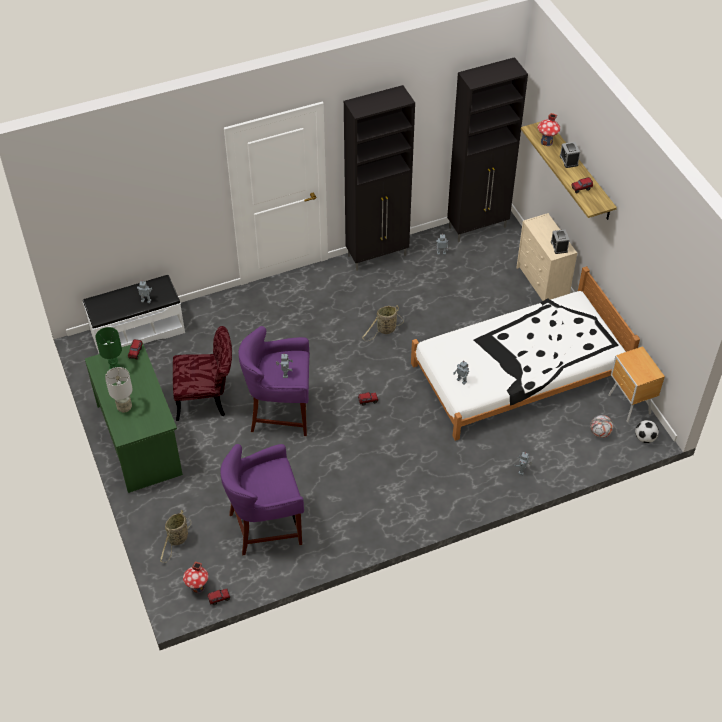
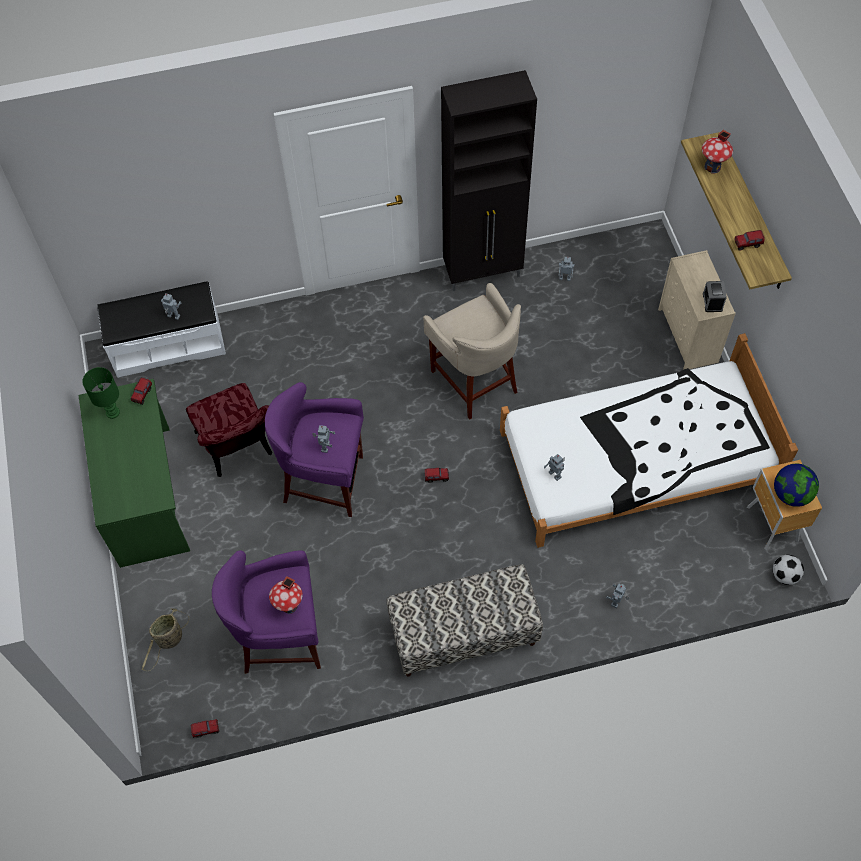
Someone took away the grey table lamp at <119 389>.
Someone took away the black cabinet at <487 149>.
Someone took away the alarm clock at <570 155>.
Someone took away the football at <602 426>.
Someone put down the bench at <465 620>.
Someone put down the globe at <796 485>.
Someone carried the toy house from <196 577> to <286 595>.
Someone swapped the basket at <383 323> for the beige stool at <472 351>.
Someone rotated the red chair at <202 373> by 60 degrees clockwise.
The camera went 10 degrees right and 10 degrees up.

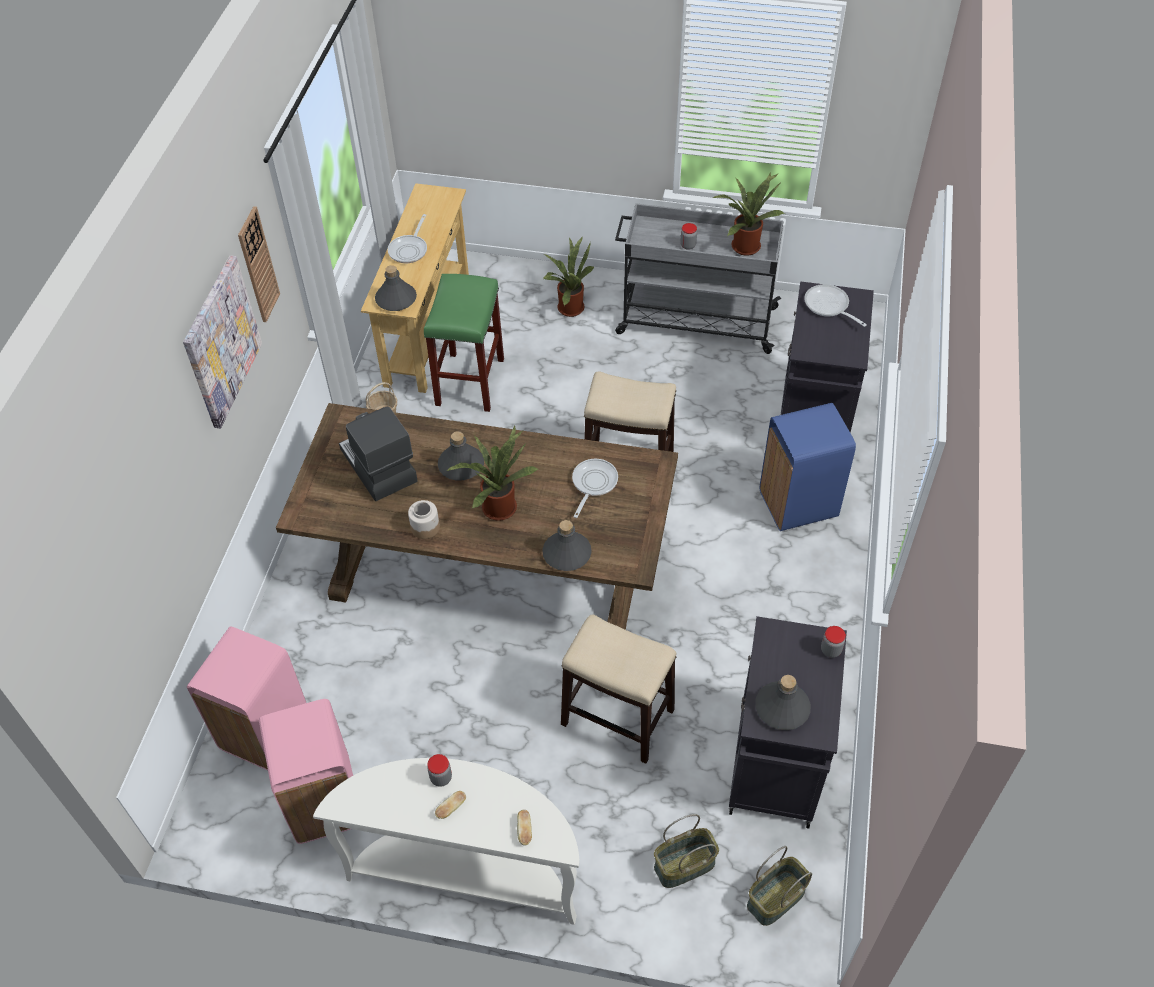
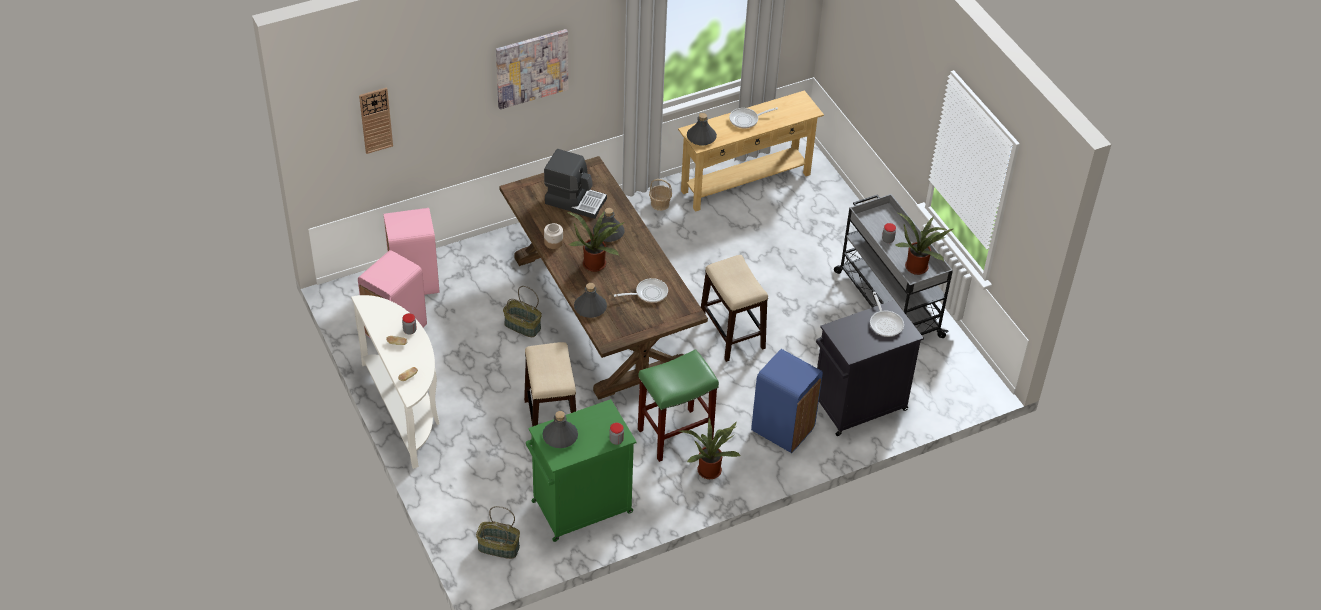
Someone carried the wall clock from <259 264> to <376 120>.
Someone carried the green stool from <464 343> to <678 405>.
Someone carried the potted plant from <568 276> to <710 448>.
Someone carried the basket from <686 851> to <522 311>.
Someone repainted the black cabinet at <787 722>, which became the green cabinet at <581 470>.
Someone rotated the coffee machine at <378 454> by 90 degrees clockwise.
Someone rotated the frying pan at <835 305> by 150 degrees clockwise.
The camera went 50 degrees right and 5 degrees down.

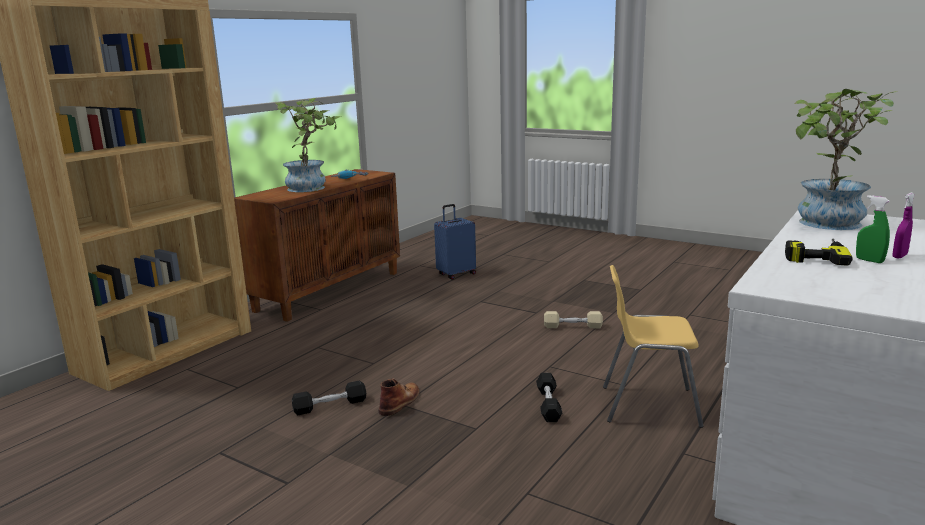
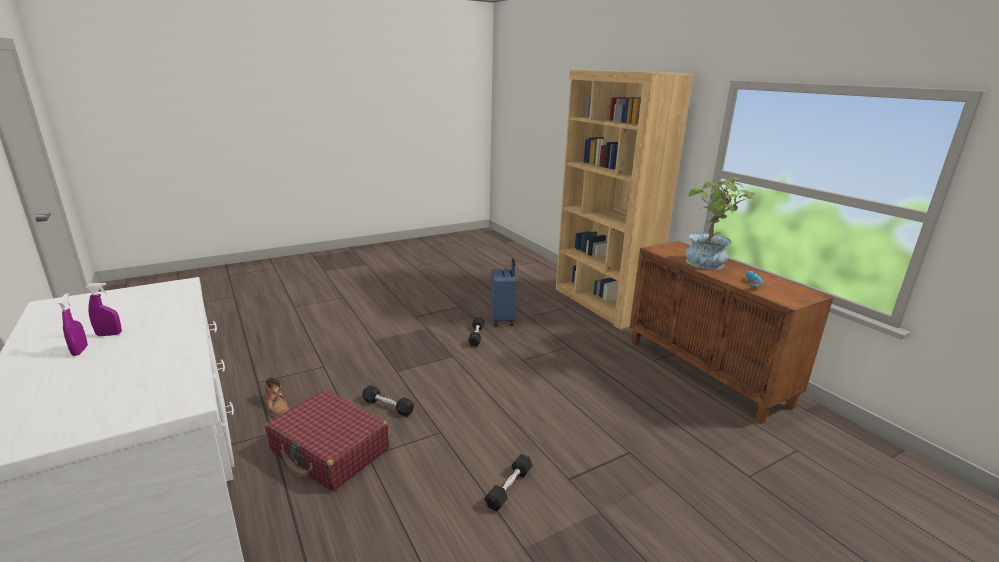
Someone took away the power drill at <819 252>.
Someone took away the potted plant at <846 159>.
Someone carried the brown boot from <399 397> to <278 397>.
Someone carried the blue suitcase from <455 242> to <503 292>.
Someone swapped the yellow chair at <653 346> for the red suitcase at <327 440>.
Someone repainted the beige dumbbell at <573 319>, which became the black dumbbell at <508 483>.
Someone repainted the green spray bottle at <873 229>, which became the purple spray bottle at <104 309>.
The camera went 115 degrees right and 5 degrees up.

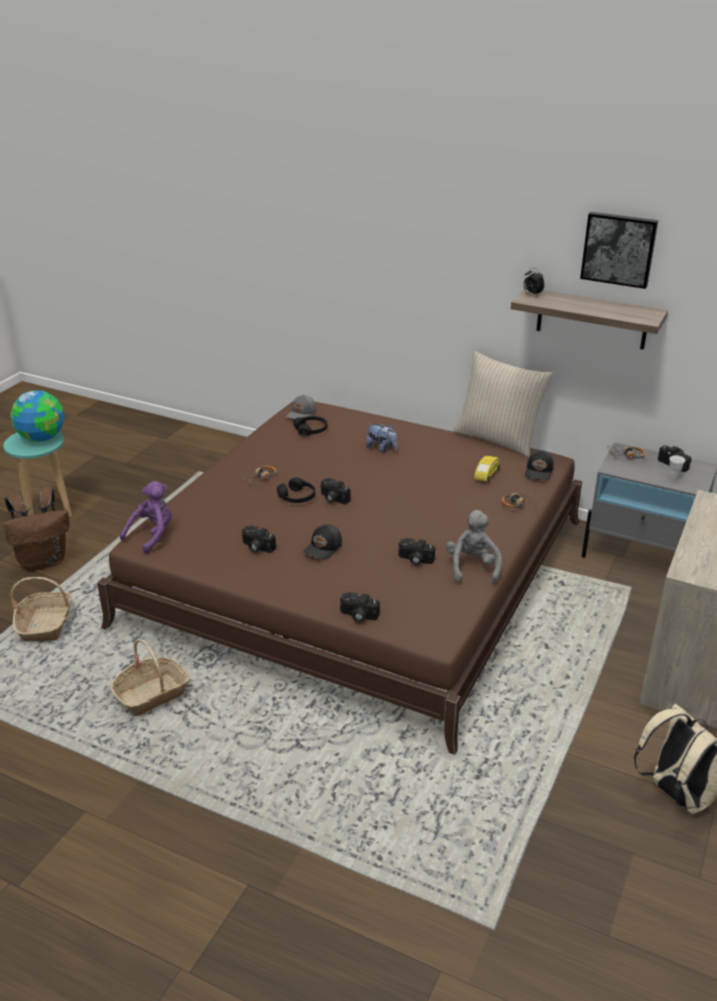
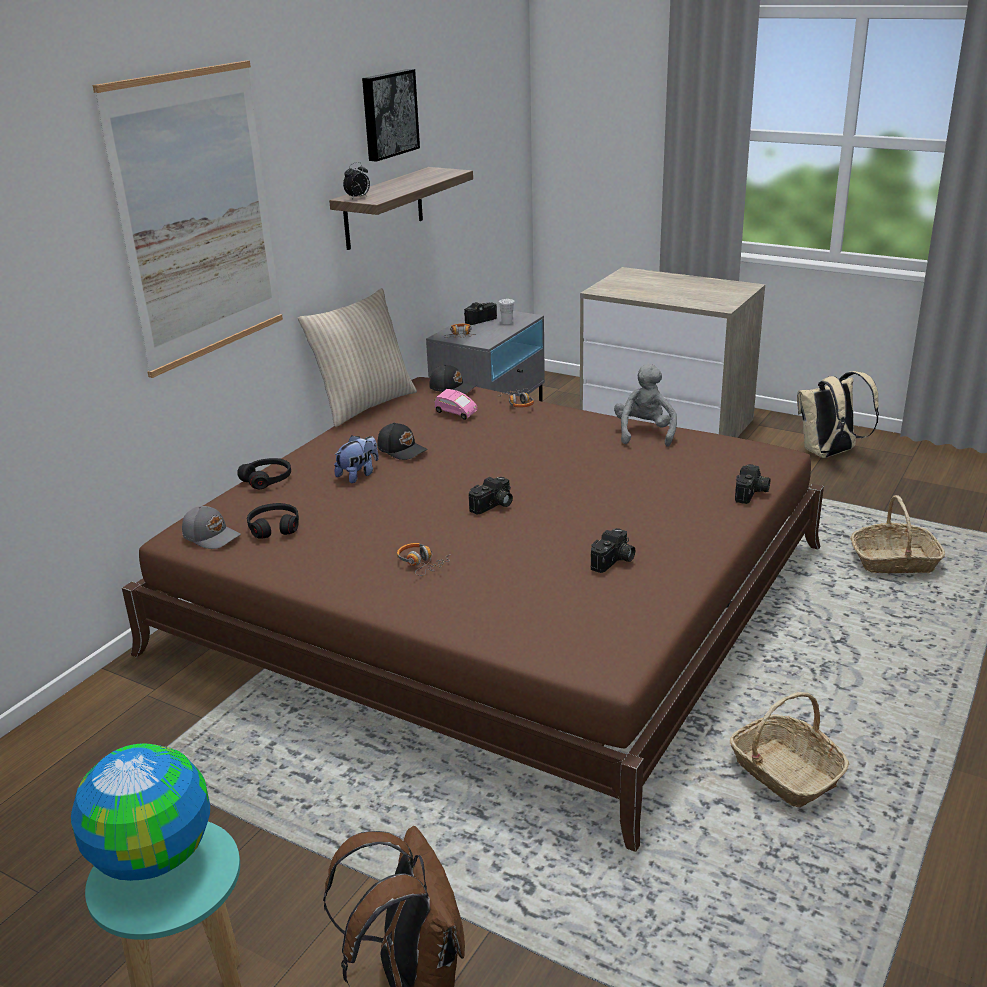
Someone took away the purple plush toy at <146 517>.
Someone took away the photo camera at <416 552>.
Someone put up the picture at <188 219>.
Someone carried the basket from <41 609> to <897 534>.
Someone carried the black headphones from <296 490> to <264 473>.
Someone carried the black cap from <322 542> to <402 441>.
Someone repainted the yellow toy car at <487 468>, which became the pink toy car at <456 404>.
Someone rotated the grey plush toy at <474 547> by 90 degrees clockwise.
The camera went 85 degrees left and 5 degrees down.

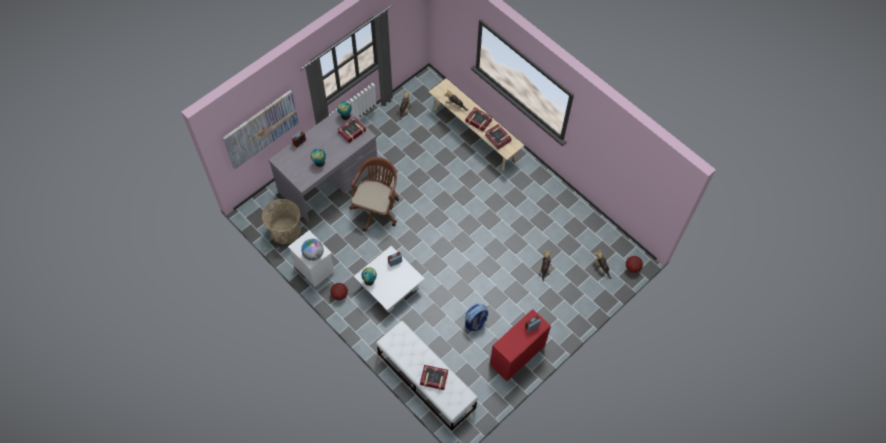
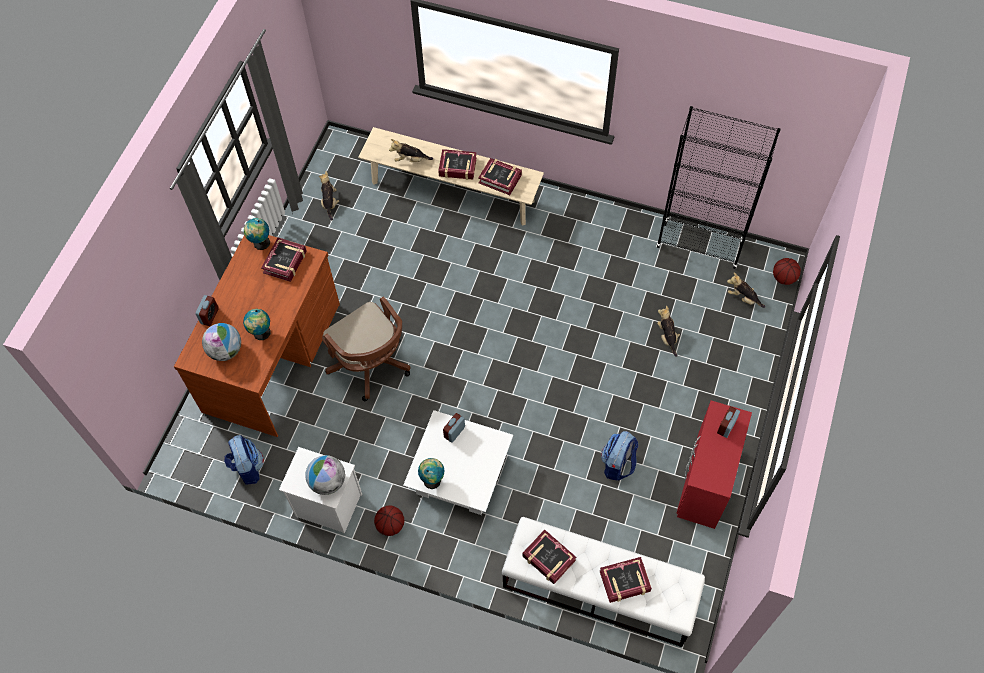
Someone took away the picture at <261 129>.
Someone put down the globe at <221 342>.
Someone put down the book at <549 557>.
Someone put down the black bookcase at <718 187>.
Someone swapped the basket at <281 222> for the backpack at <244 460>.
Someone repainted the grey desk at <323 166>, which became the brown desk at <257 336>.
Someone rotated the brown office chair at <374 194> by 150 degrees clockwise.
The camera went 25 degrees left and 0 degrees up.

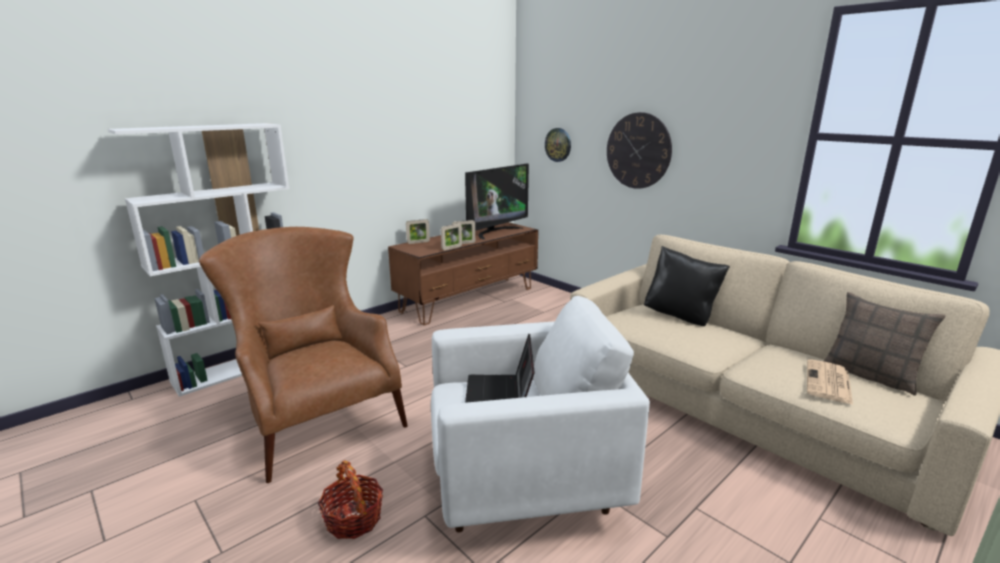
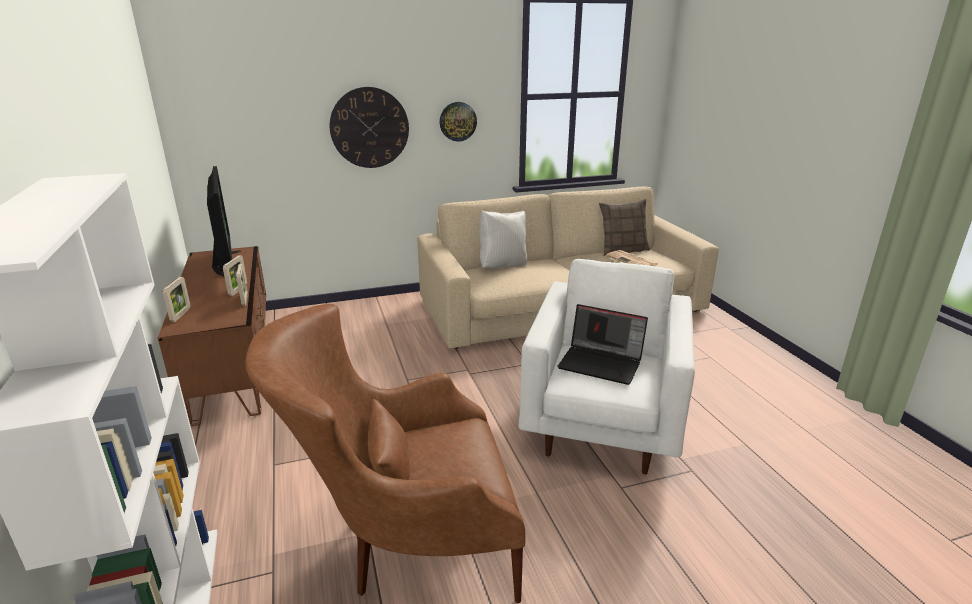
Someone took away the basket at <350 500>.
Someone carried the wall clock from <558 145> to <458 122>.
Someone repainted the black pillow at <687 286>, which became the white pillow at <503 239>.
The camera went 65 degrees left and 5 degrees up.

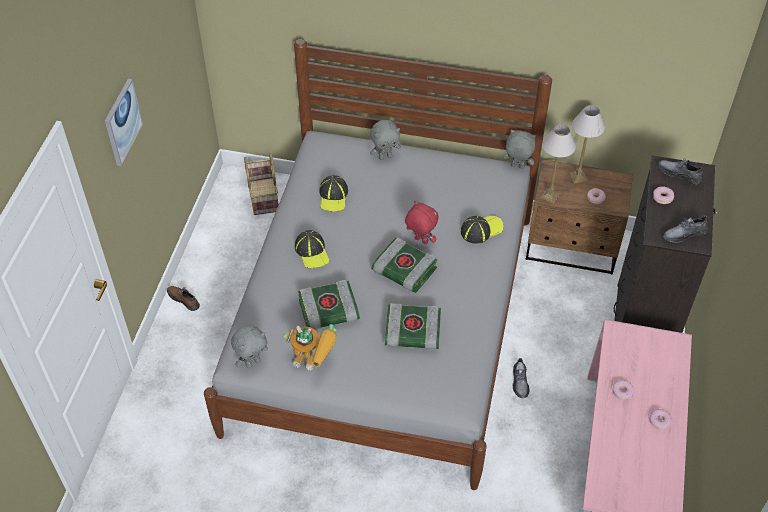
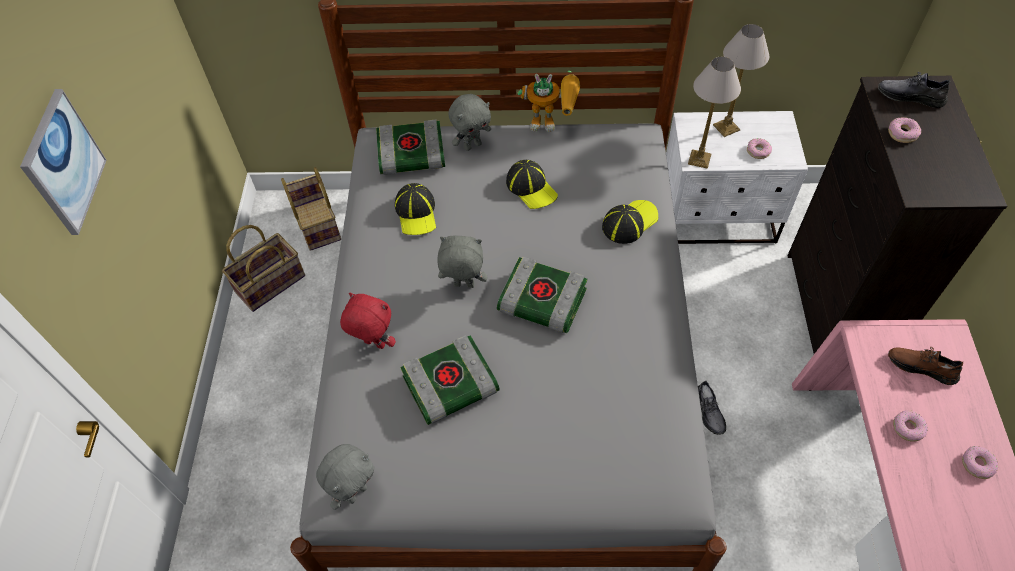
Someone took away the grey shoe at <685 229>.
Someone put down the basket at <263 268>.
Someone carried the brown shoe from <183 298> to <925 366>.
Someone carried the toy robot from <310 347> to <548 101>.
Someone carried the cap from <312 249> to <532 184>.
Someone carried the book from <413 326> to <410 147>.
Someone carried the red plush toy from <421 222> to <368 321>.
Someone carried the grey plush toy from <519 149> to <462 262>.
Someone repainted the brown nightstand at <579 217>, which became the white nightstand at <737 177>.
The camera went 10 degrees left and 5 degrees up.

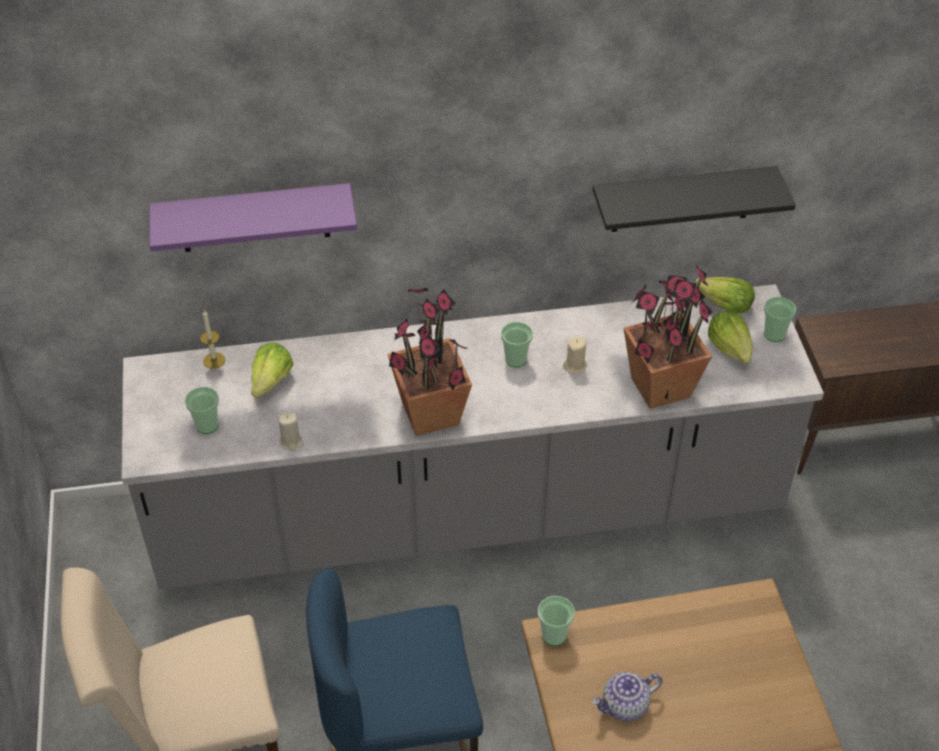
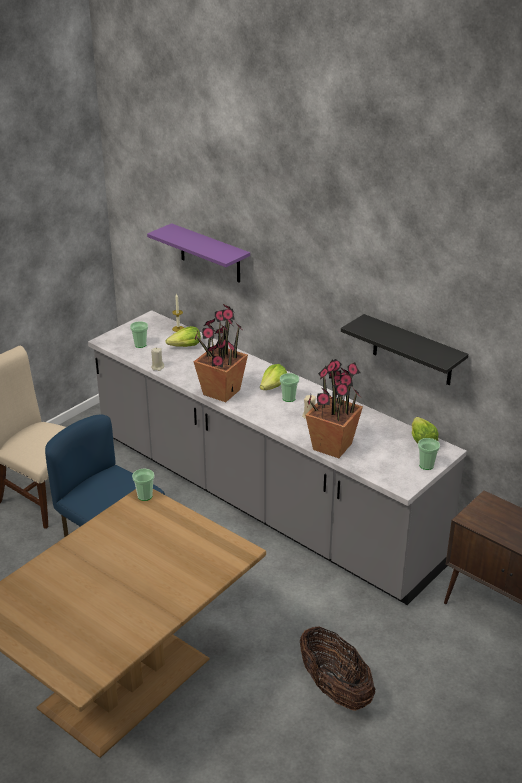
Someone took away the teapot at <627 696>.
Someone put down the basket at <338 668>.
Someone carried the lettuce from <730 337> to <273 377>.
The camera went 50 degrees right and 15 degrees down.

